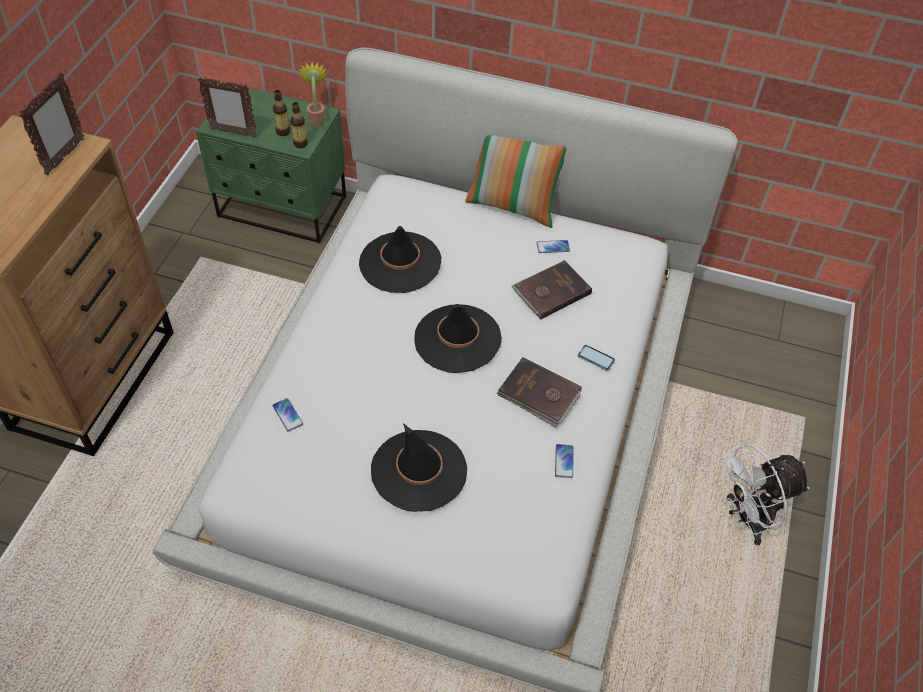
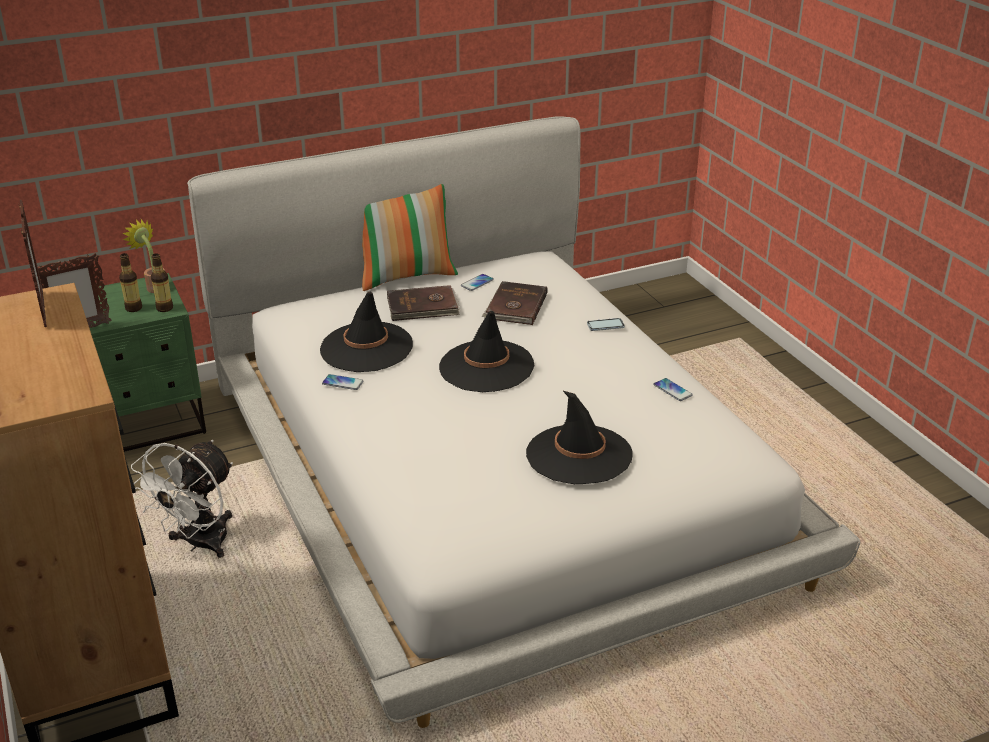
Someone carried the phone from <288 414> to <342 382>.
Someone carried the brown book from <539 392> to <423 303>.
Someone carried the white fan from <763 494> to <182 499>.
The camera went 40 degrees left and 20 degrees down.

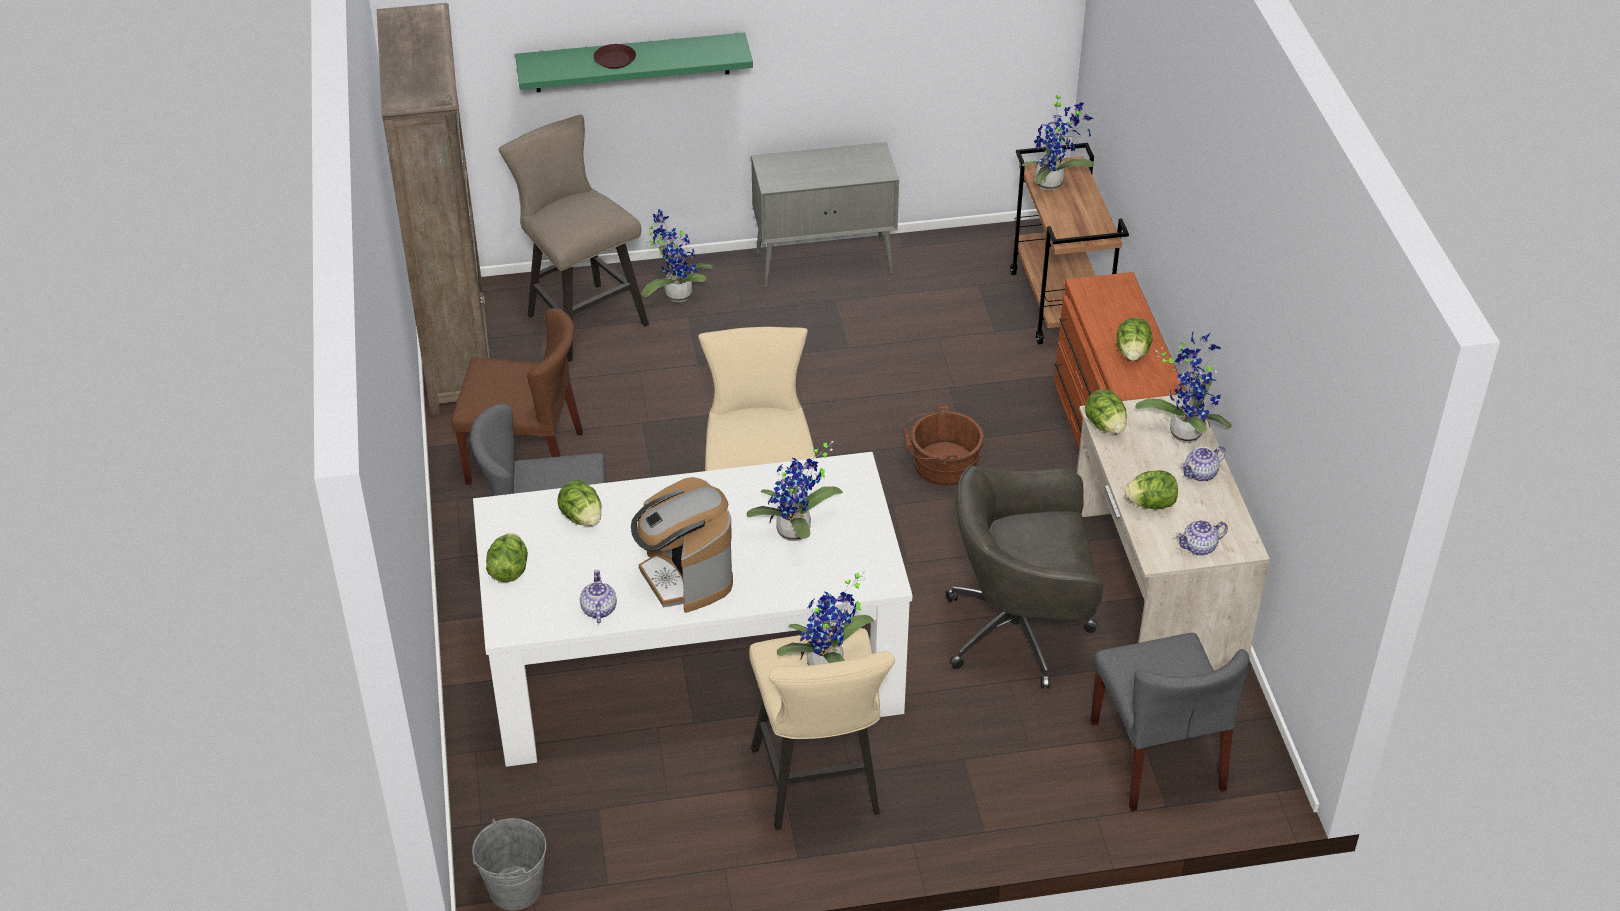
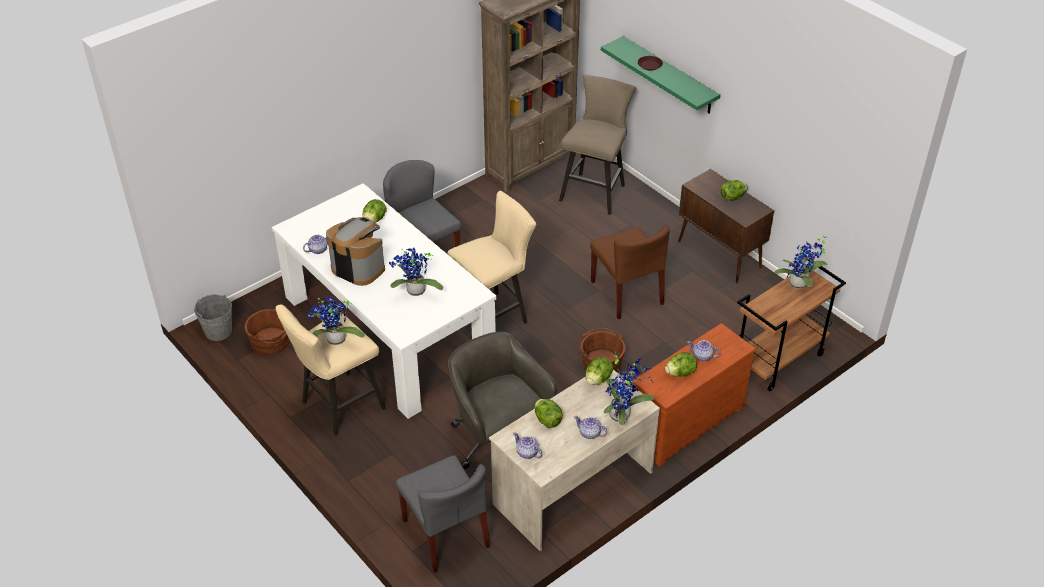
Someone took away the potted plant at <677 255>.
Someone put down the brown bucket at <266 332>.
Someone put down the teapot at <704 350>.
Someone carried the brown chair from <517 396> to <630 272>.
Someone carried the lettuce from <507 557> to <734 190>.
Someone repainted the grey cabinet at <825 215>, which became the brown cabinet at <726 226>.
Someone rotated the coffee machine at <682 545> by 90 degrees clockwise.
Someone rotated the grey chair at <1170 722> by 75 degrees counterclockwise.
The camera went 60 degrees right and 0 degrees up.

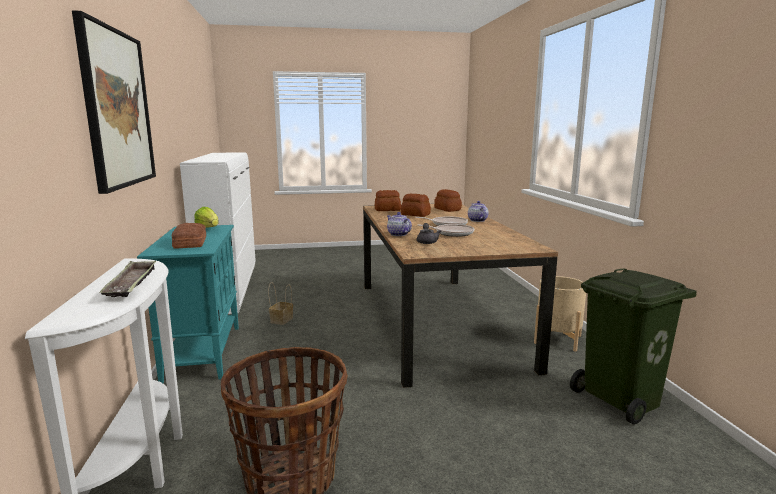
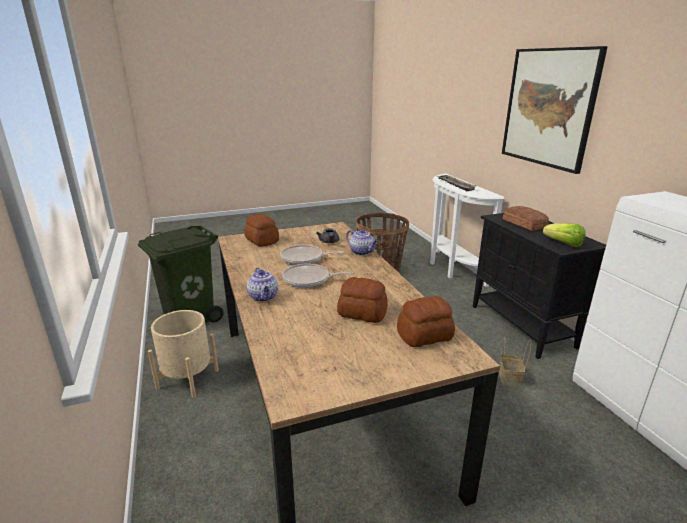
Someone carried the bread from <448 200> to <261 230>.
Someone repainted the turquoise cabinet at <188 304>, which became the black cabinet at <539 286>.
The camera went 170 degrees right and 10 degrees up.

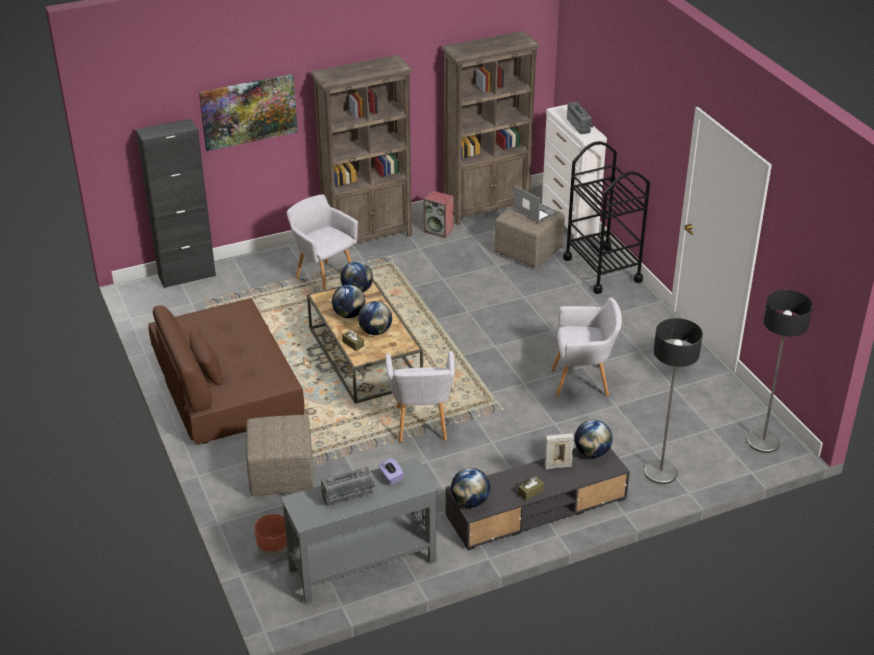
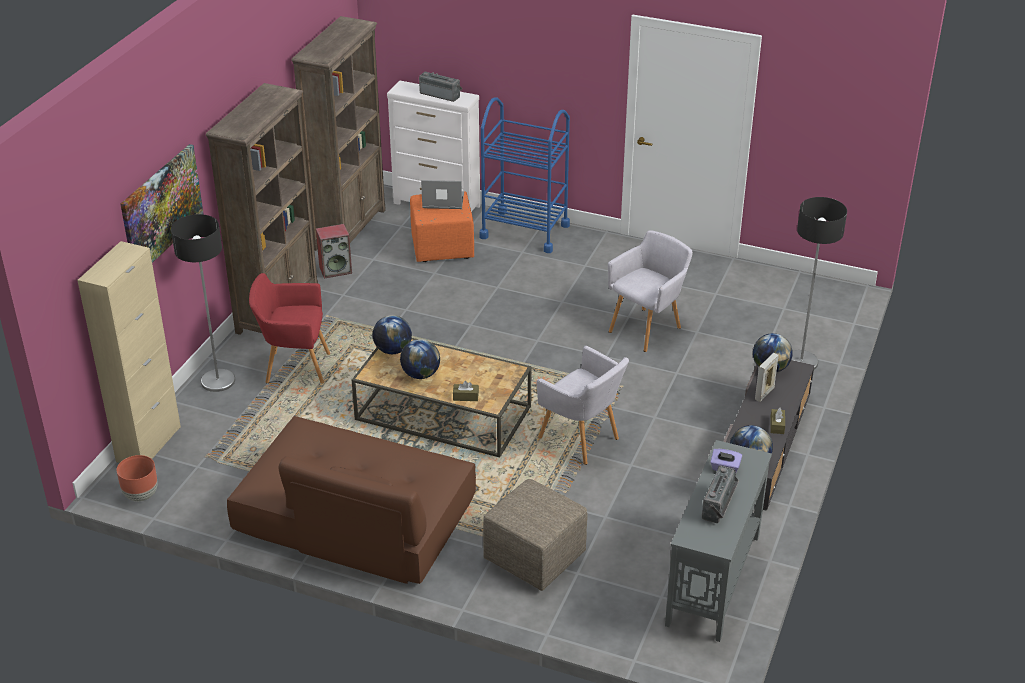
Someone took away the globe at <375 318>.
Someone carried the brown planter from <270 536> to <137 478>.
Someone carried the floor lamp from <780 371> to <203 303>.
Someone repainted the black cabinet at <176 203>, which became the beige cabinet at <129 352>.
Someone repainted the grey armchair at <322 242>, which became the red armchair at <289 328>.
Someone repainted the beige ottoman at <529 236>, which became the orange ottoman at <442 226>.
Someone repainted the black cart at <606 217>, which became the blue cart at <524 175>.
The camera went 45 degrees left and 0 degrees up.

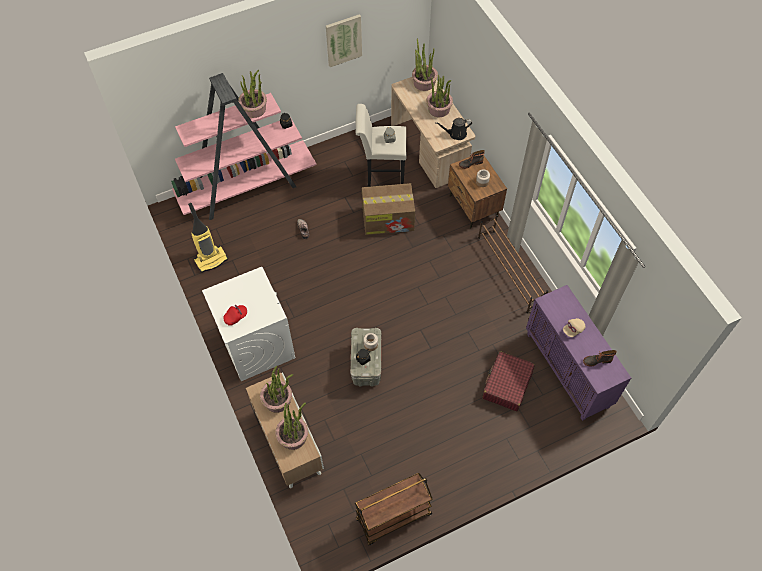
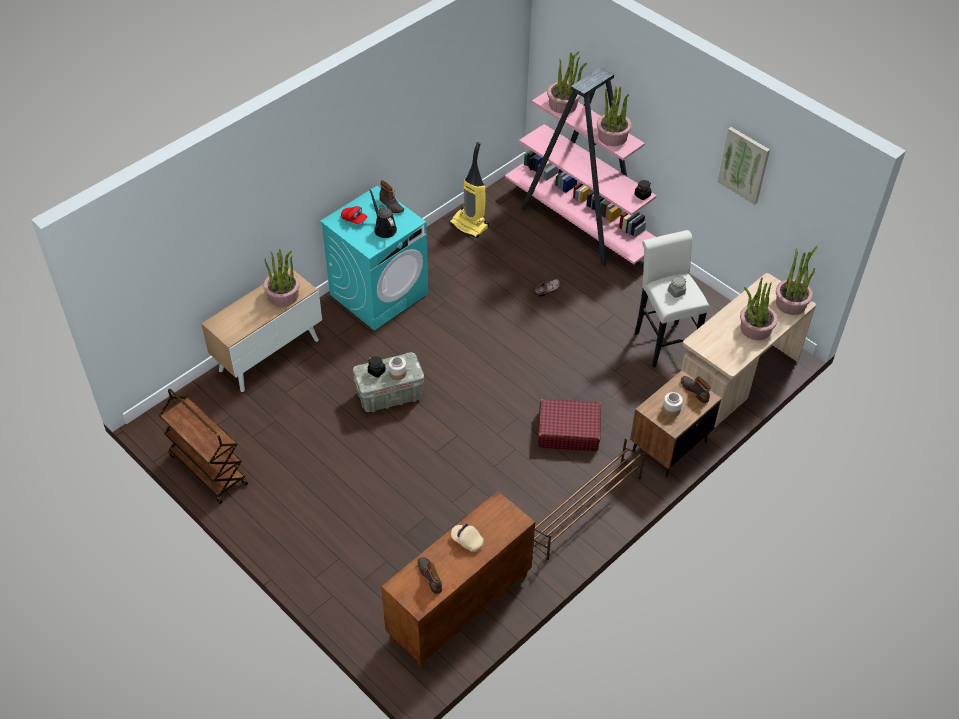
Someone took away the cardboard box at <388 209>.
Someone put down the boot at <391 196>.
Someone carried the potted plant from <291 426> to <567 82>.
Someone carried the black watering can from <453 129> to <383 213>.
Someone carried the red suitcase from <508 381> to <569 425>.
Someone repainted the white washing machine at <249 324>, which became the turquoise washing machine at <374 258>.
Someone repainted the purple cabinet at <578 353>, which became the brown cabinet at <458 580>.
The camera went 70 degrees right and 10 degrees down.

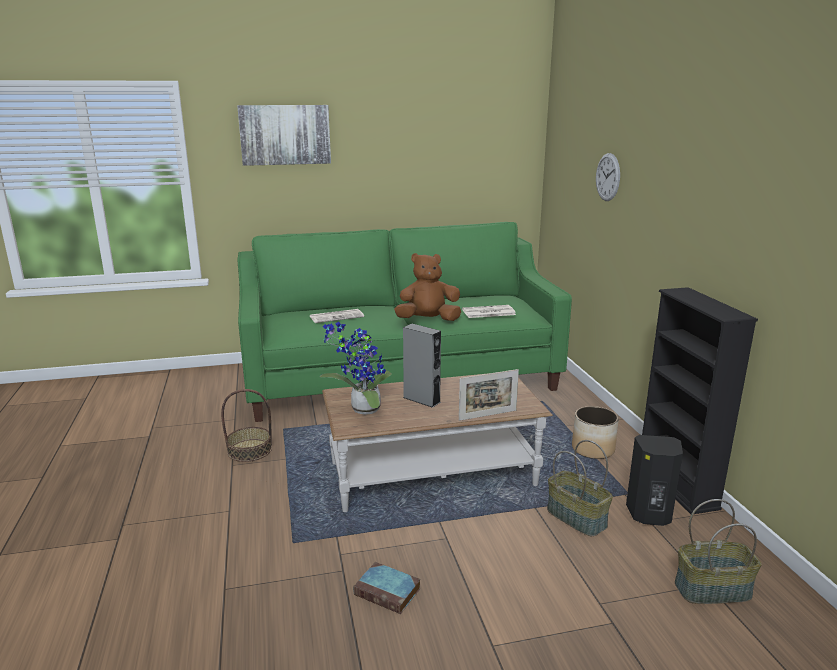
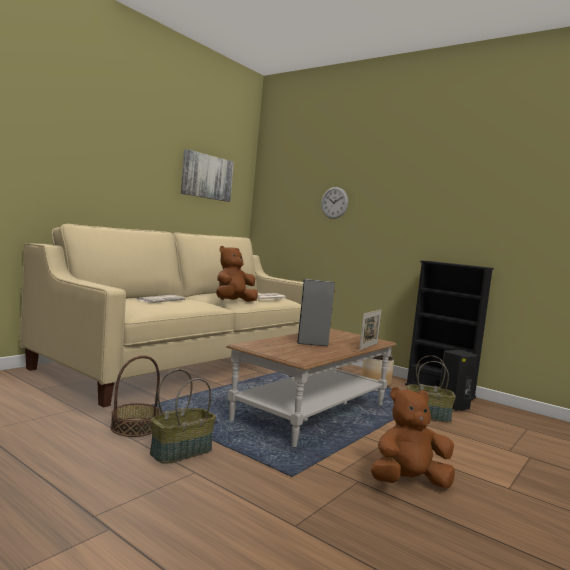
Someone took away the potted plant at <356 368>.
Someone carried the picture from <284 135> to <207 175>.
Someone carried the basket from <718 551> to <183 416>.
Someone swapped the book at <387 588> for the brown plush toy at <413 437>.
Someone repainted the green sofa at <404 322>, which became the beige sofa at <161 316>.
The camera went 40 degrees left and 15 degrees down.

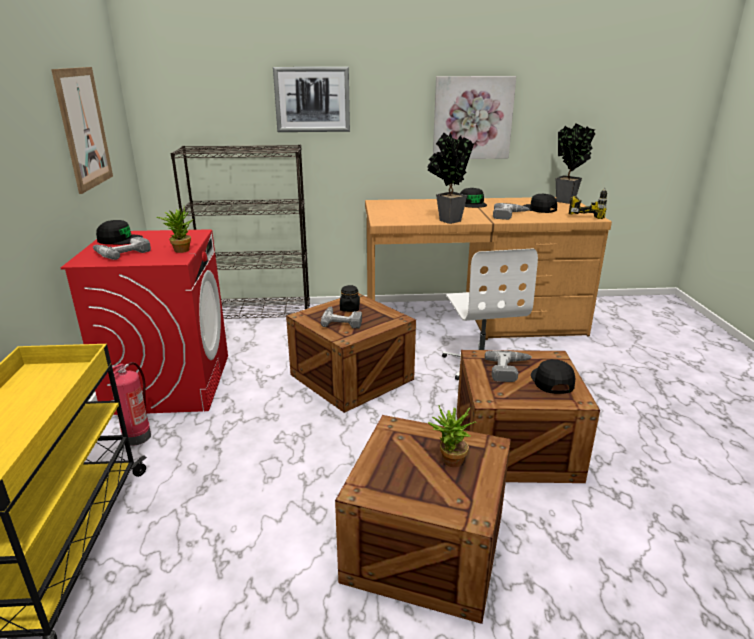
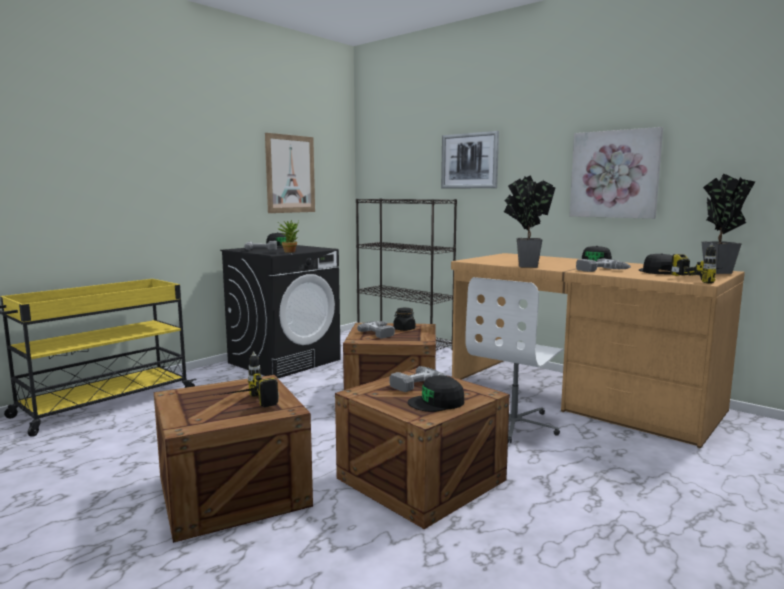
Someone took away the fire extinguisher at <130 404>.
Someone swapped the potted plant at <452 436> for the power drill at <249 379>.
Someone repainted the red washing machine at <144 322>, which became the black washing machine at <280 311>.
Someone rotated the black cap at <553 376> by 150 degrees counterclockwise.
The camera went 45 degrees right and 15 degrees down.

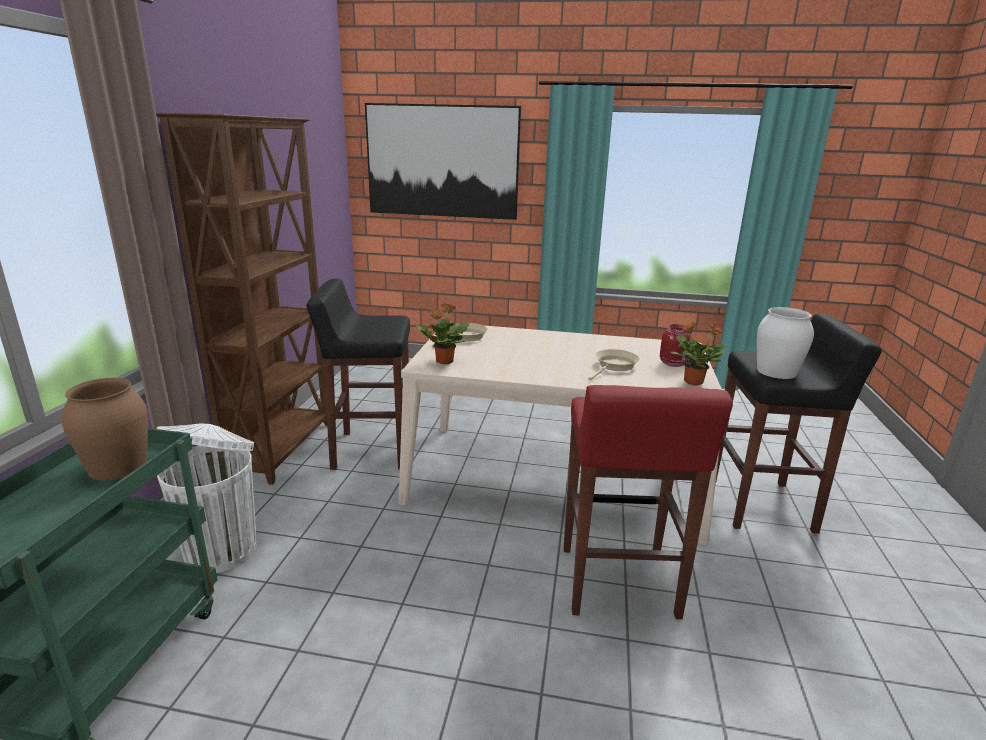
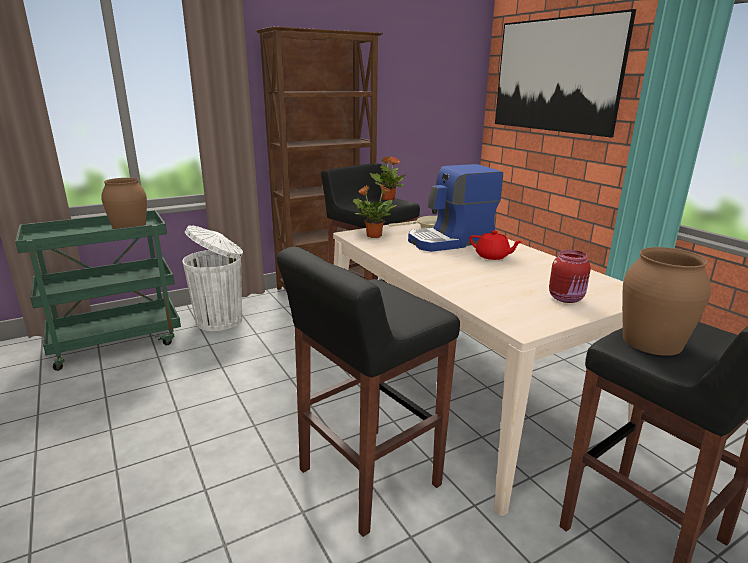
Someone took away the beige frying pan at <614 364>.
Someone put down the coffee machine at <455 208>.
Someone put down the red teapot at <496 245>.
Someone carried the potted plant from <698 354> to <387 178>.
Someone repainted the red stool at <648 502>, which became the black stool at <368 391>.
Someone repainted the white vase at <785 343>, which became the brown vase at <666 301>.
The camera went 50 degrees right and 0 degrees up.

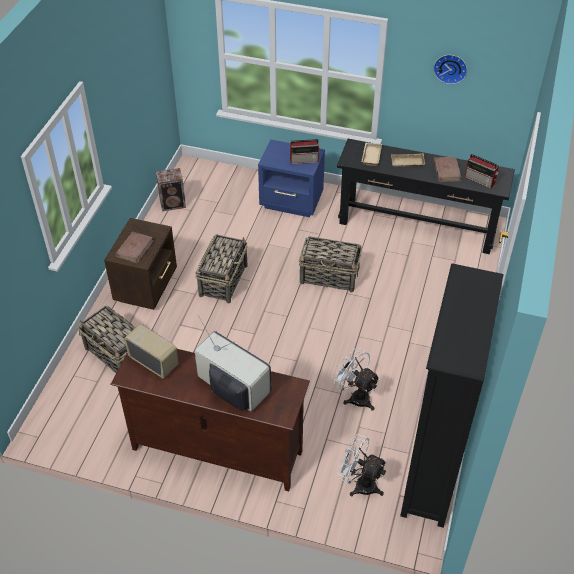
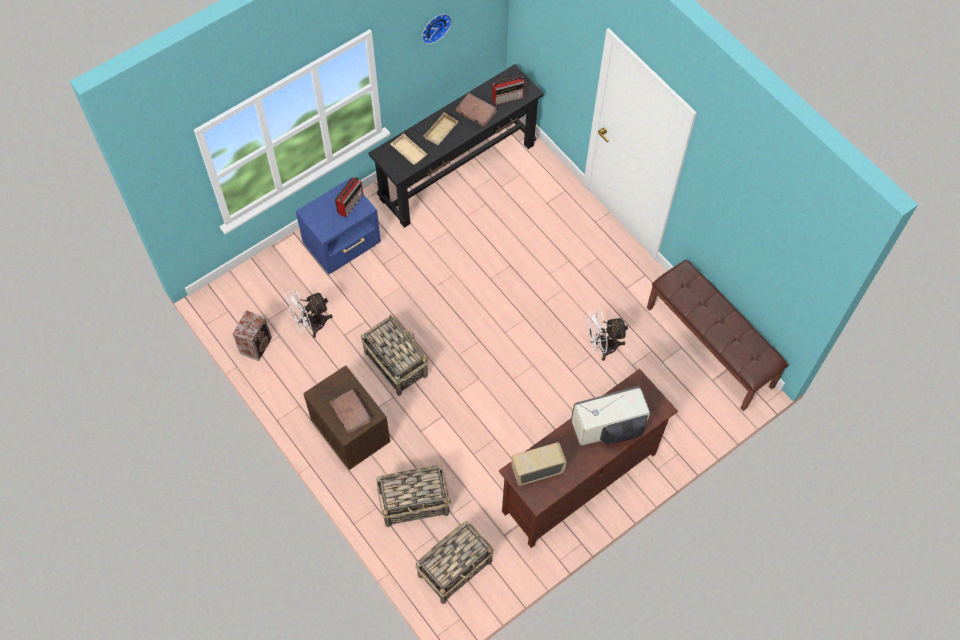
Someone carried the basket from <330 265> to <455 562>.
Someone carried the white fan from <362 465> to <309 313>.
Someone swapped the black bookcase at <452 395> for the brown bench at <717 335>.
The camera went 55 degrees left and 15 degrees up.

